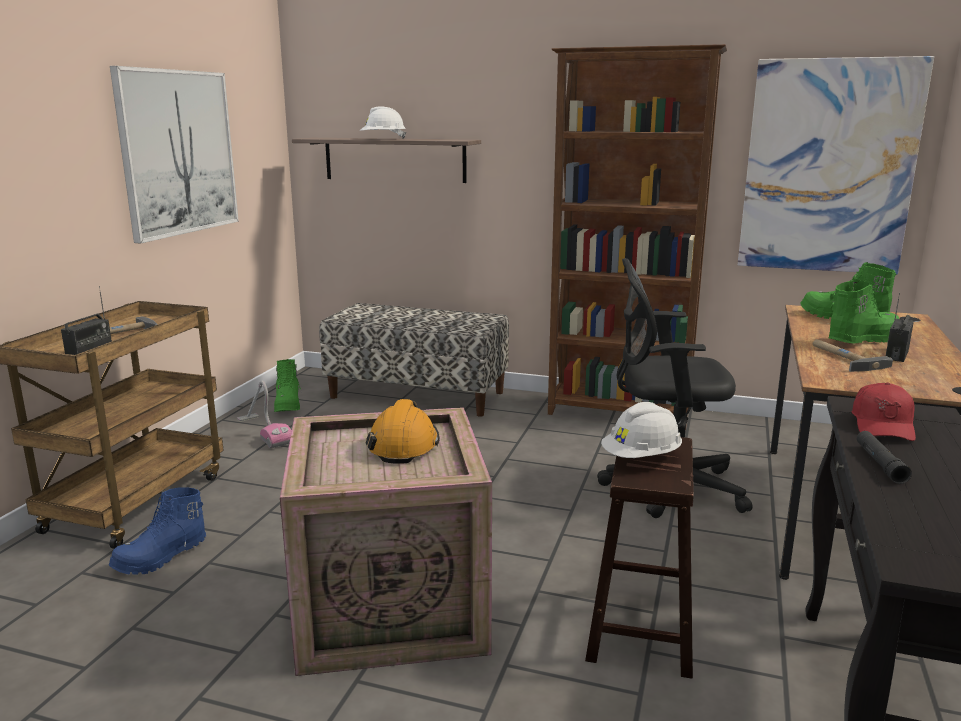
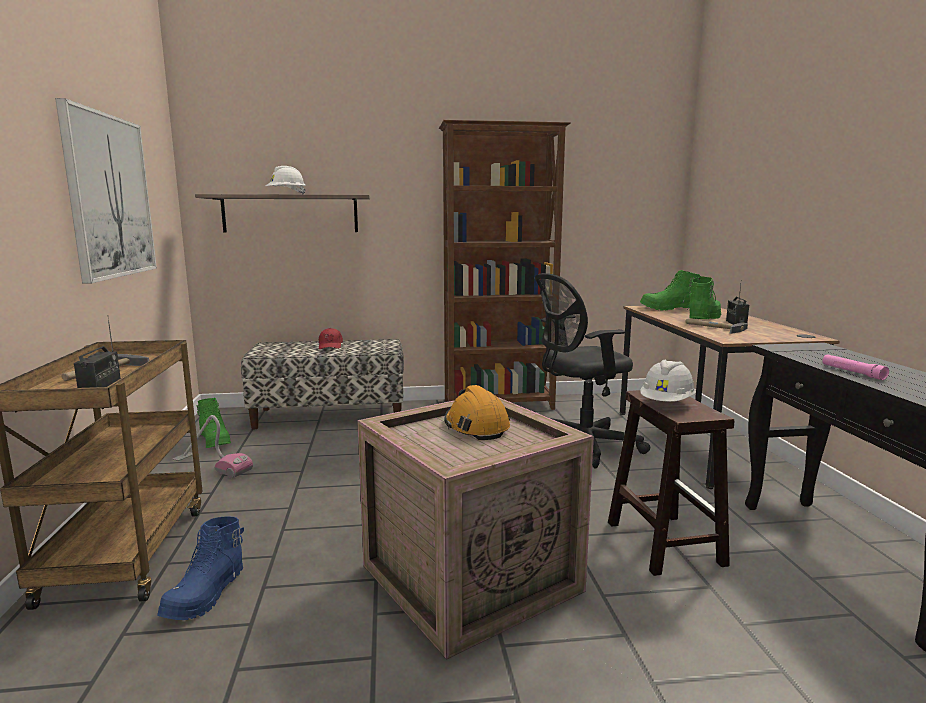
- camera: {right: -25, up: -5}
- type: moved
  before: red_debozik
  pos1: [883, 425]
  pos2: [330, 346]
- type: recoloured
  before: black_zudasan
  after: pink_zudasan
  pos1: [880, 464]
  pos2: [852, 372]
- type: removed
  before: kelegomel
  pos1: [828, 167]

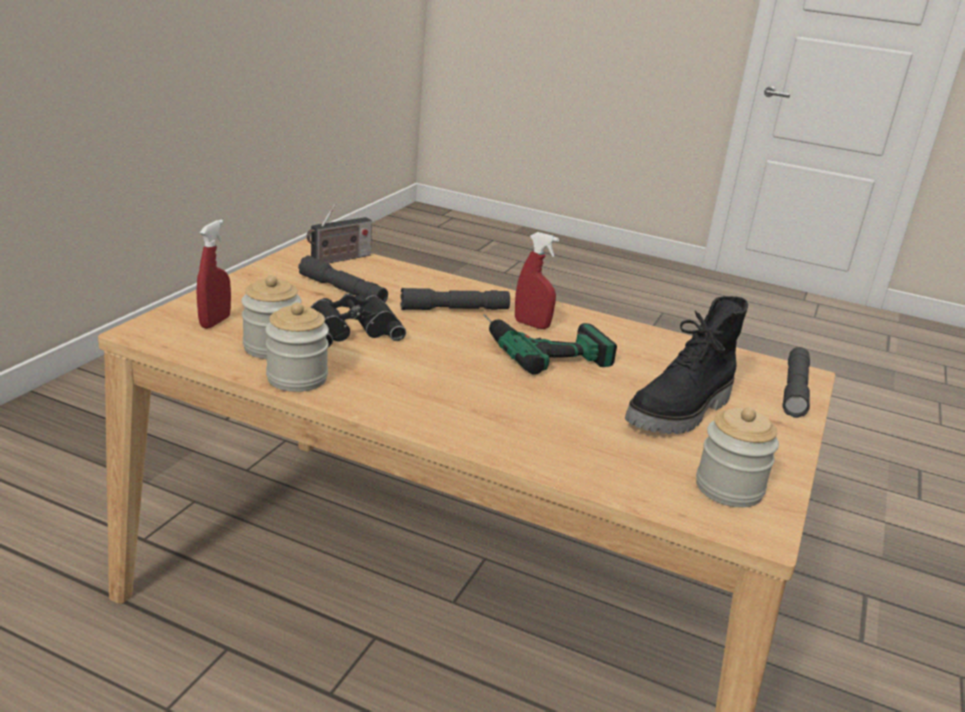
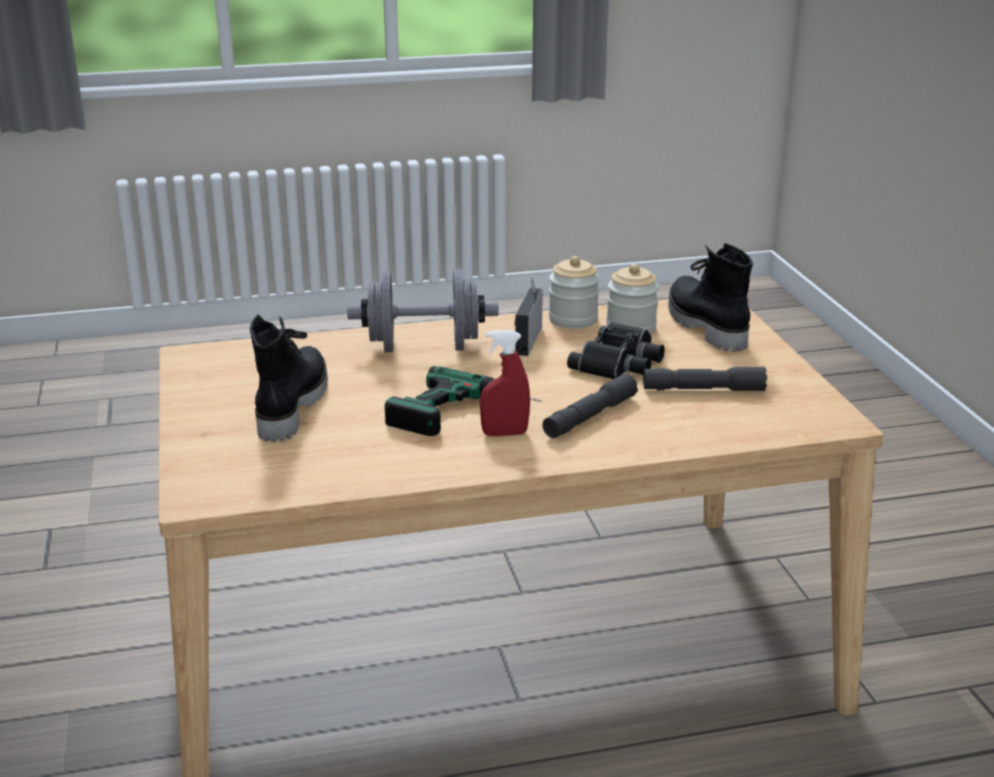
- camera: {right: 145, up: 0}
- type: added
  after: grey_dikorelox
  pos2: [424, 347]
- type: moved
  before: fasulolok
  pos1: [339, 259]
  pos2: [528, 339]
- type: replaced
  before: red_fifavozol
  after: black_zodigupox
  pos1: [215, 322]
  pos2: [704, 326]
- type: removed
  before: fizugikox
  pos1: [729, 488]
- type: removed
  before: grey_zudasan
  pos1: [794, 390]

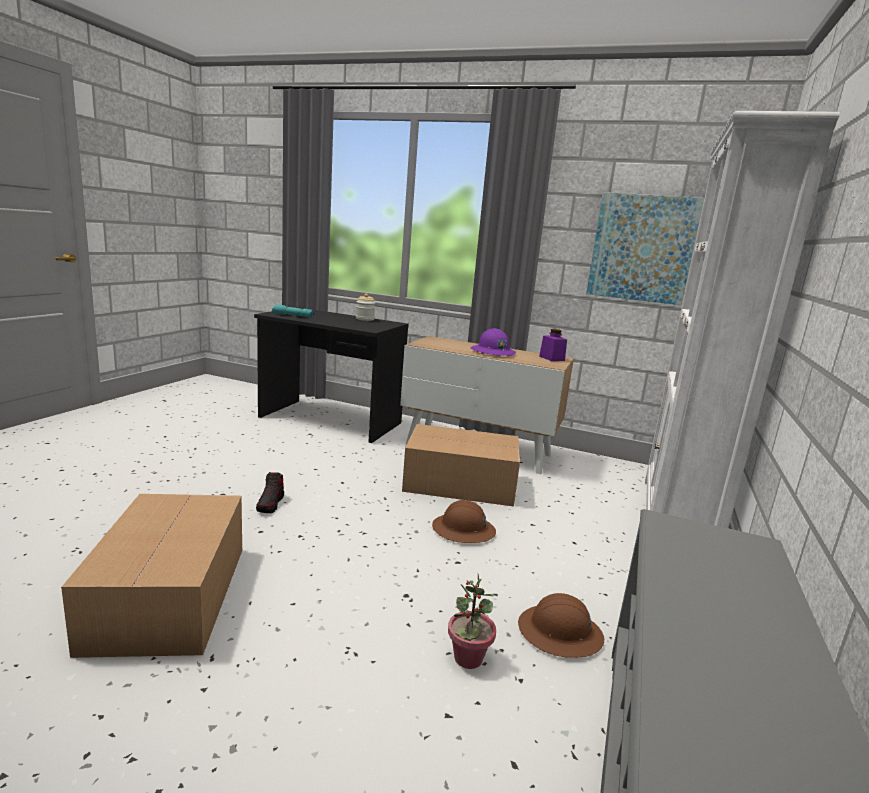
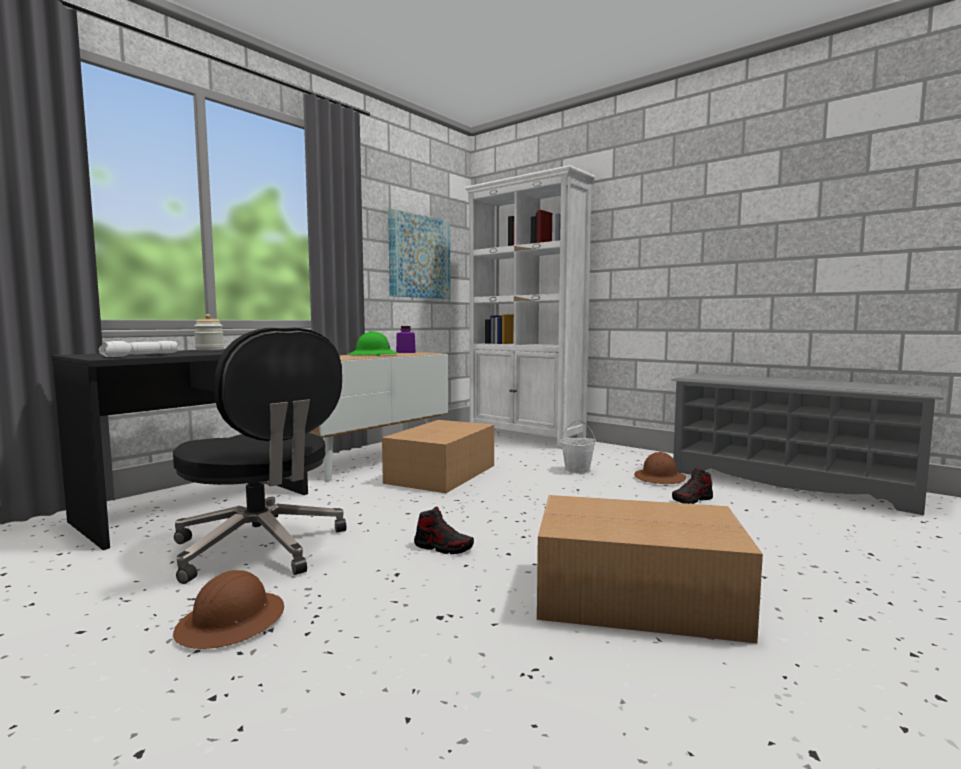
- camera: {right: -70, up: -10}
- type: recoloured
  before: turquoise_zudasan
  after: white_zudasan
  pos1: [292, 315]
  pos2: [140, 355]
- type: added
  after: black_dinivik
  pos2: [261, 547]
- type: moved
  before: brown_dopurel
  pos1: [463, 530]
  pos2: [232, 622]
- type: recoloured
  before: purple_dopurel
  after: green_dopurel
  pos1: [492, 352]
  pos2: [373, 355]
- type: added
  after: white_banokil
  pos2: [577, 470]
- type: replaced
  before: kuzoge
  after: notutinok
  pos1: [468, 658]
  pos2: [692, 500]

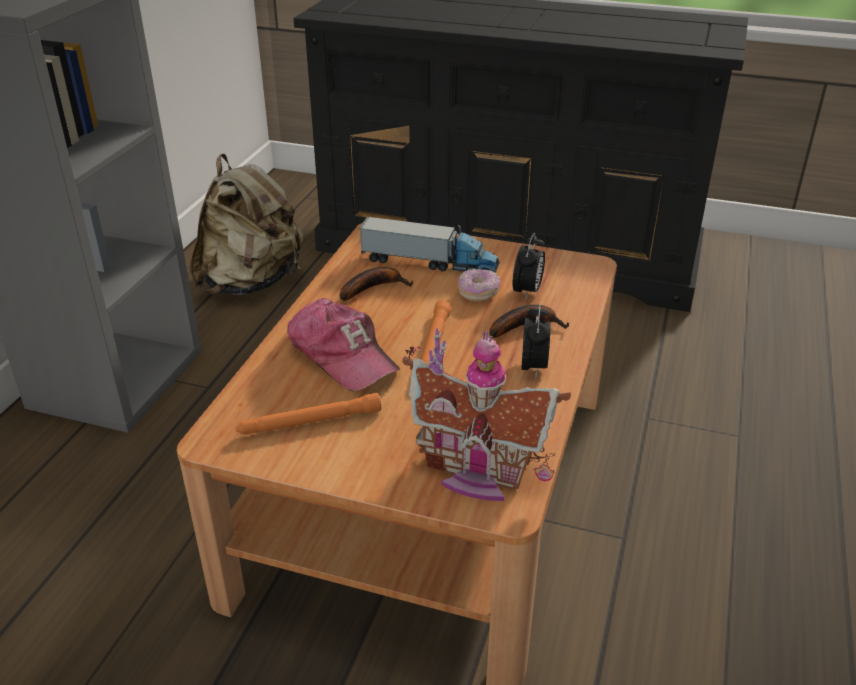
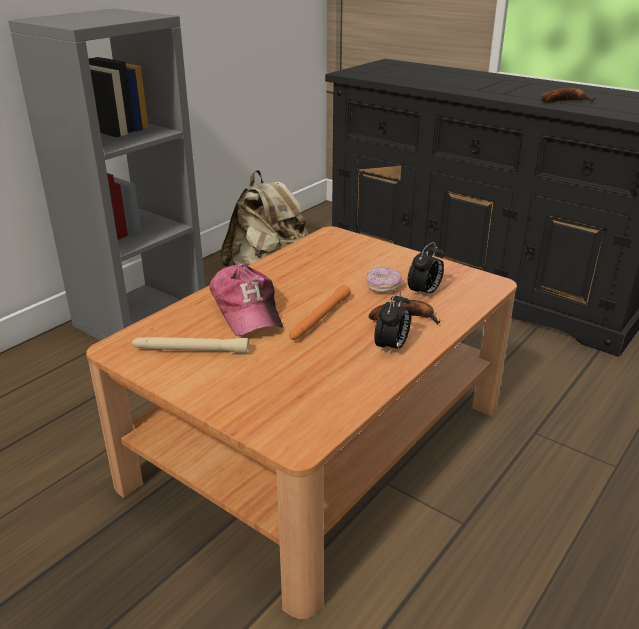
- camera: {right: 20, up: -5}
- type: recoloured
  before: orange_zudasan
  after: beige_zudasan
  pos1: [309, 422]
  pos2: [190, 350]
- type: moved
  before: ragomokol
  pos1: [373, 288]
  pos2: [564, 101]
- type: removed
  before: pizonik
  pos1: [429, 263]
- type: removed
  before: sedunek
  pos1: [477, 472]

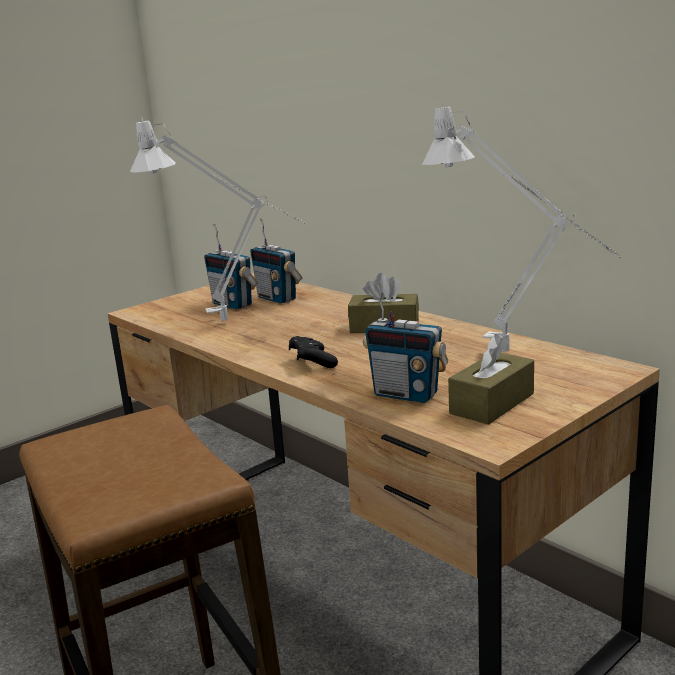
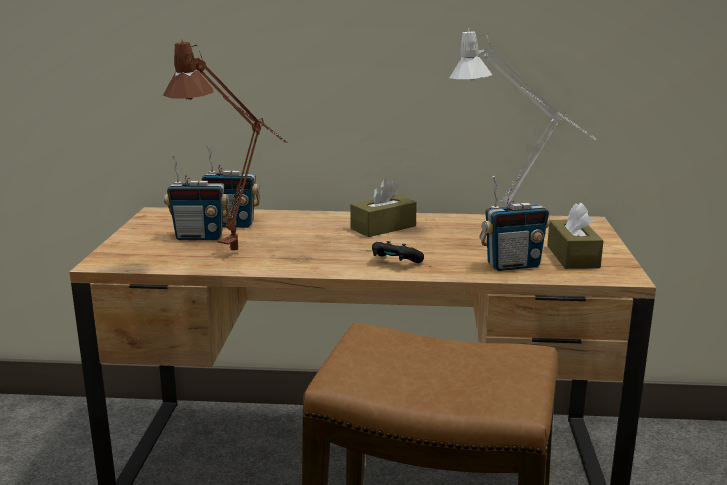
- camera: {right: -45, up: 0}
- type: recoloured
  before: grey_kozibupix
  after: brown_kozibupix
  pos1: [235, 321]
  pos2: [241, 249]

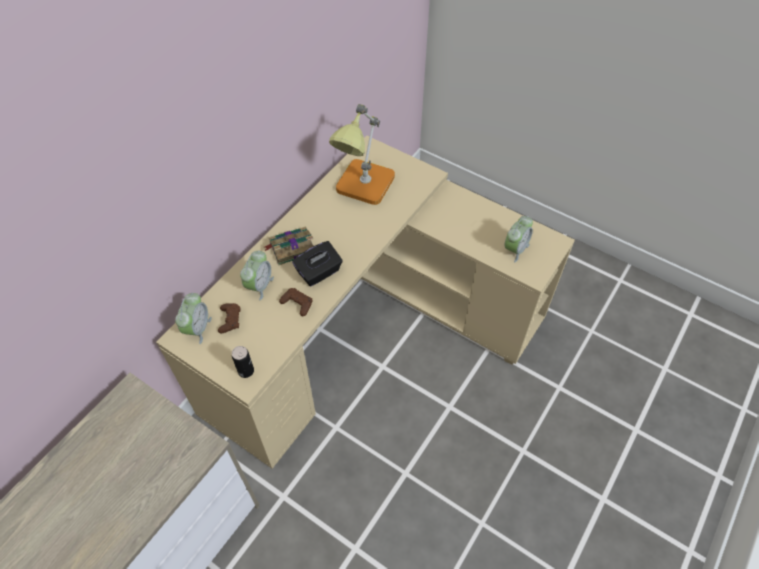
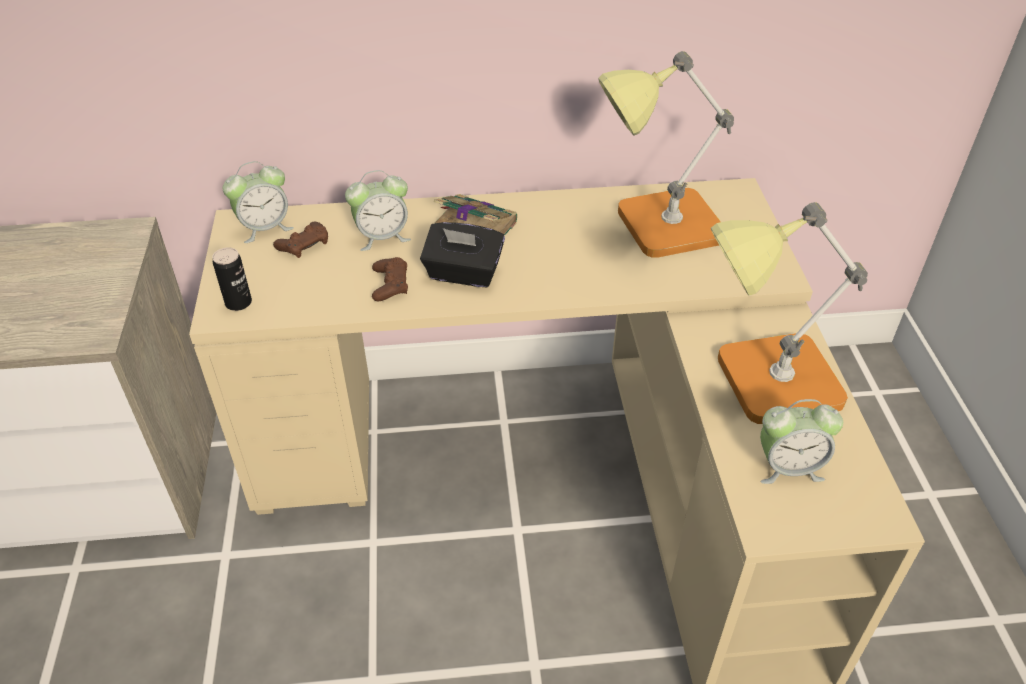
- camera: {right: 50, up: -10}
- type: added
  after: kozibupix
  pos2: [763, 383]

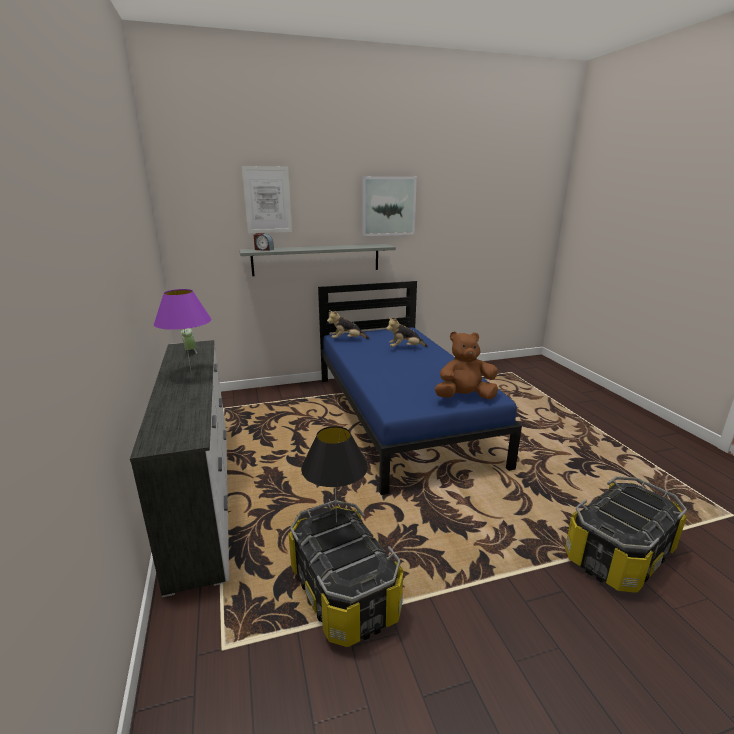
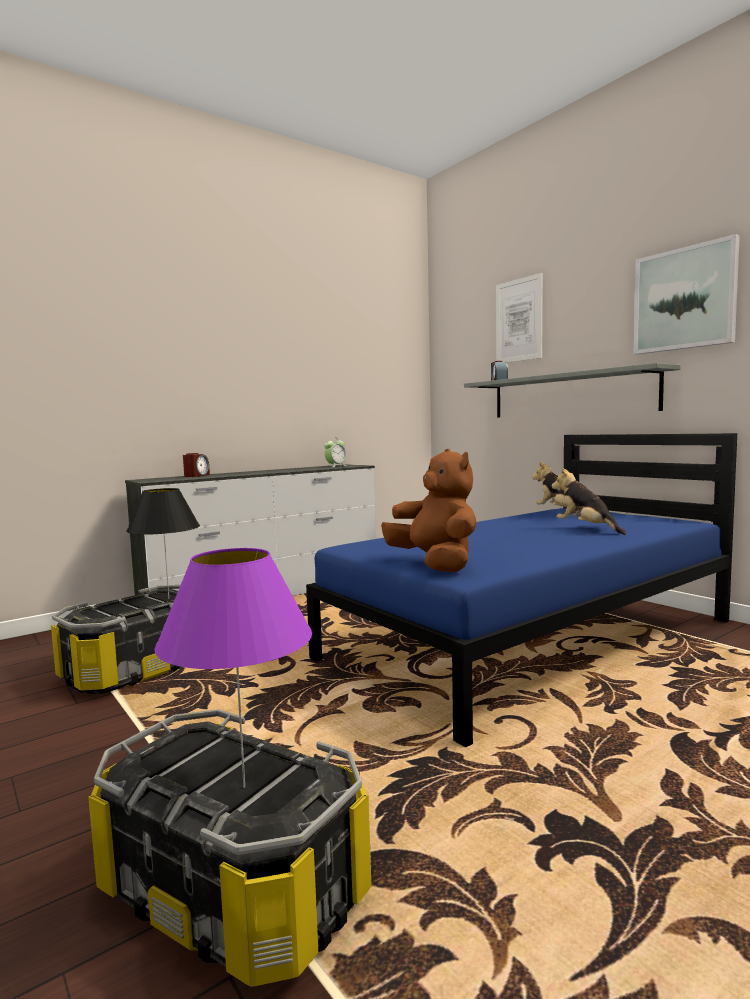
- camera: {right: 70, up: -15}
- type: moved
  before: purple_kozibupix
  pos1: [191, 373]
  pos2: [243, 787]
- type: added
  after: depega
  pos2: [196, 475]

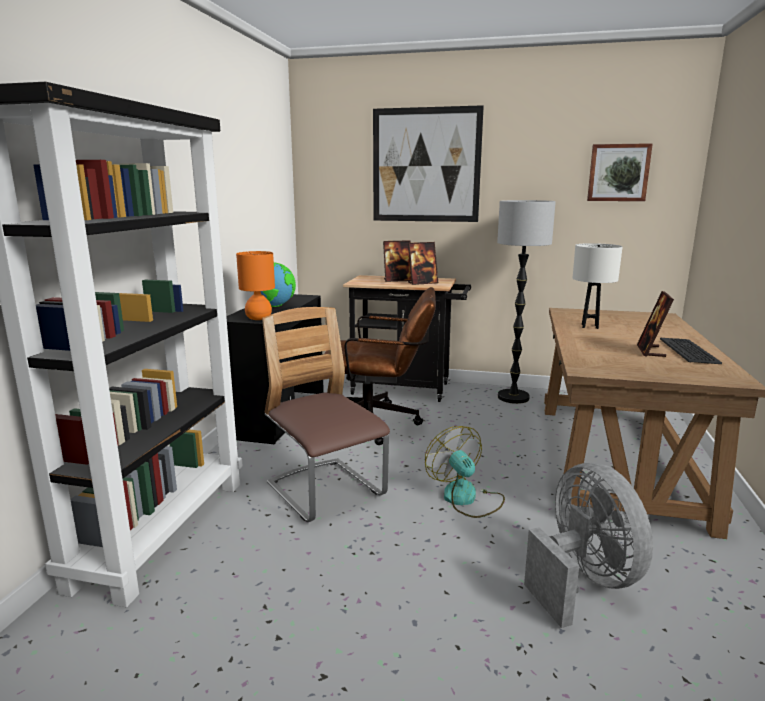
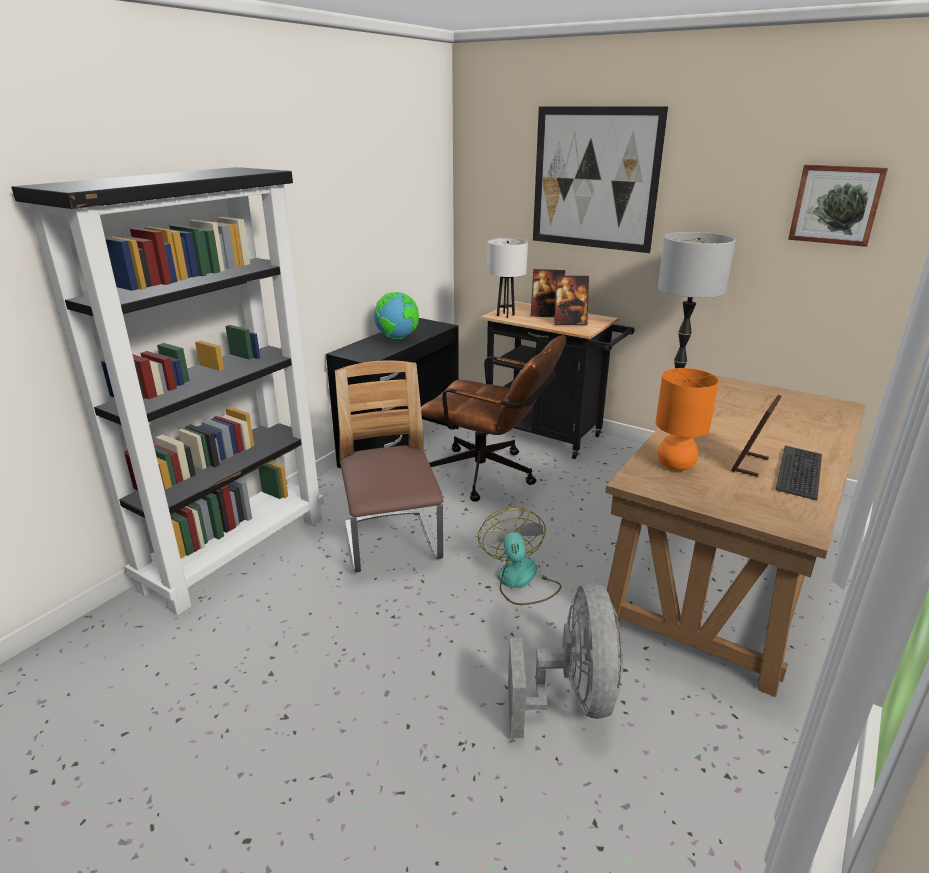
- camera: {right: 20, up: 10}
- type: moved
  before: white_kozibupix
  pos1: [589, 326]
  pos2: [505, 315]
- type: moved
  before: orange_kozibupix
  pos1: [259, 318]
  pos2: [676, 465]

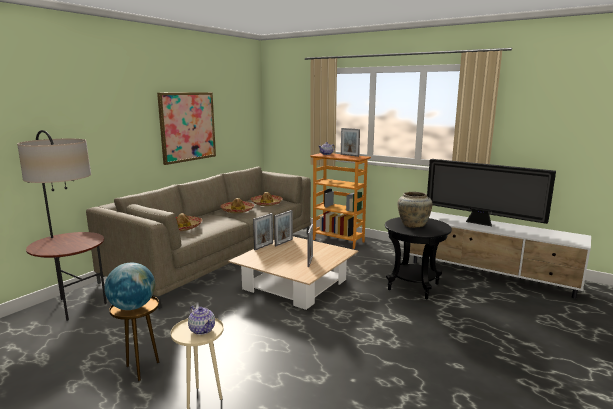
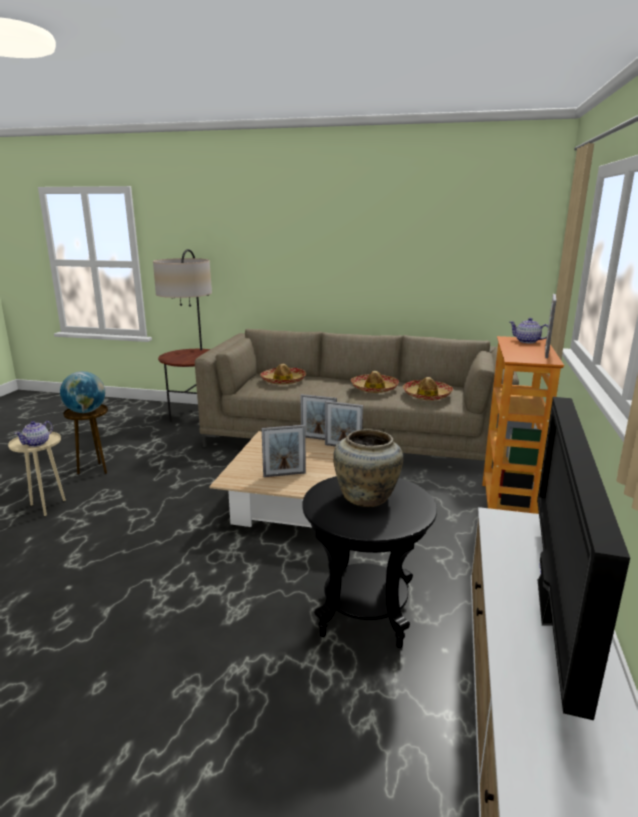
- camera: {right: 70, up: 5}
- type: removed
  before: kelegomel
  pos1: [187, 126]

